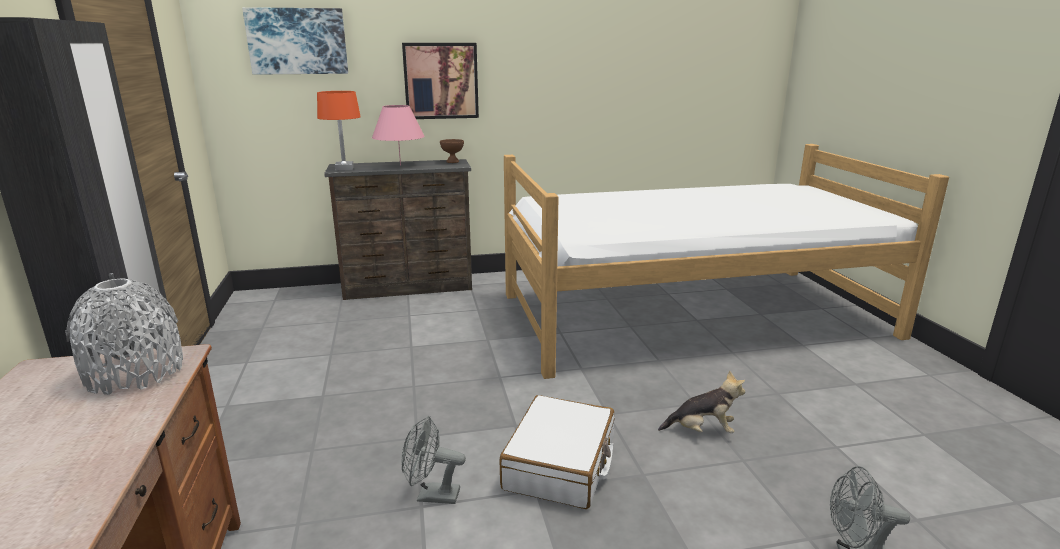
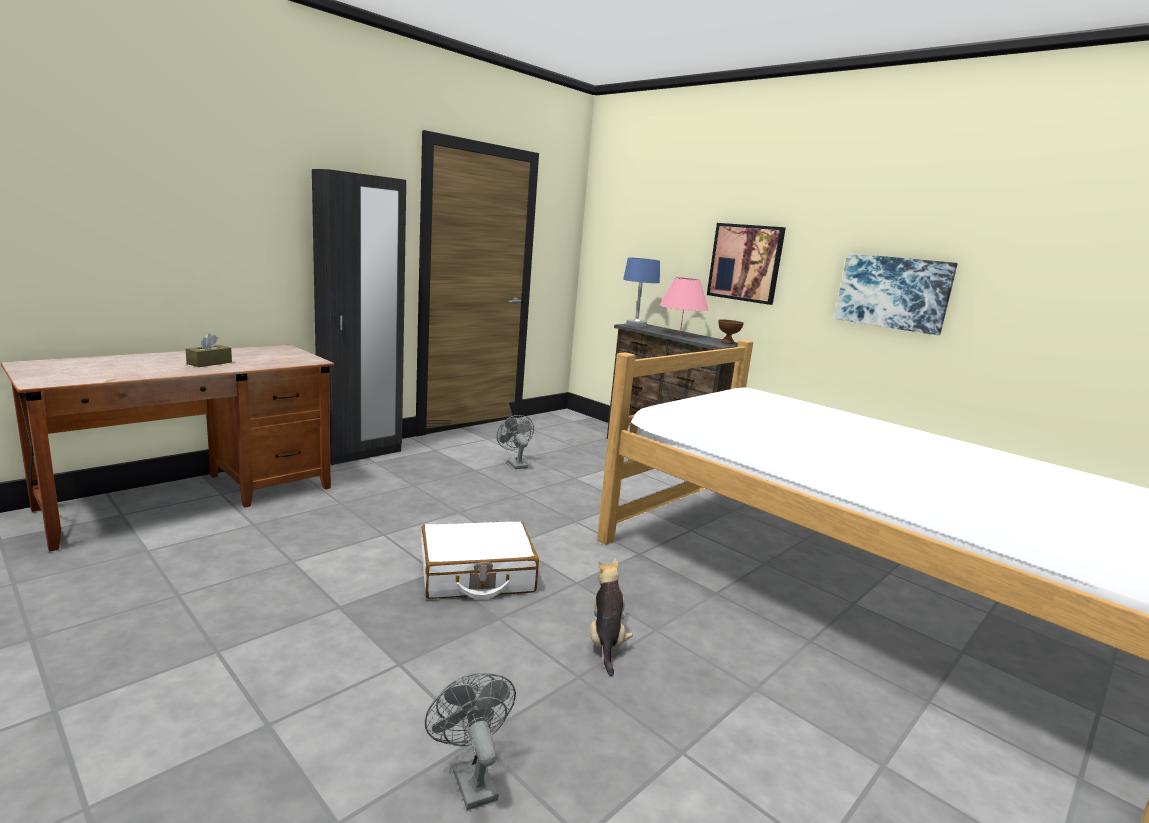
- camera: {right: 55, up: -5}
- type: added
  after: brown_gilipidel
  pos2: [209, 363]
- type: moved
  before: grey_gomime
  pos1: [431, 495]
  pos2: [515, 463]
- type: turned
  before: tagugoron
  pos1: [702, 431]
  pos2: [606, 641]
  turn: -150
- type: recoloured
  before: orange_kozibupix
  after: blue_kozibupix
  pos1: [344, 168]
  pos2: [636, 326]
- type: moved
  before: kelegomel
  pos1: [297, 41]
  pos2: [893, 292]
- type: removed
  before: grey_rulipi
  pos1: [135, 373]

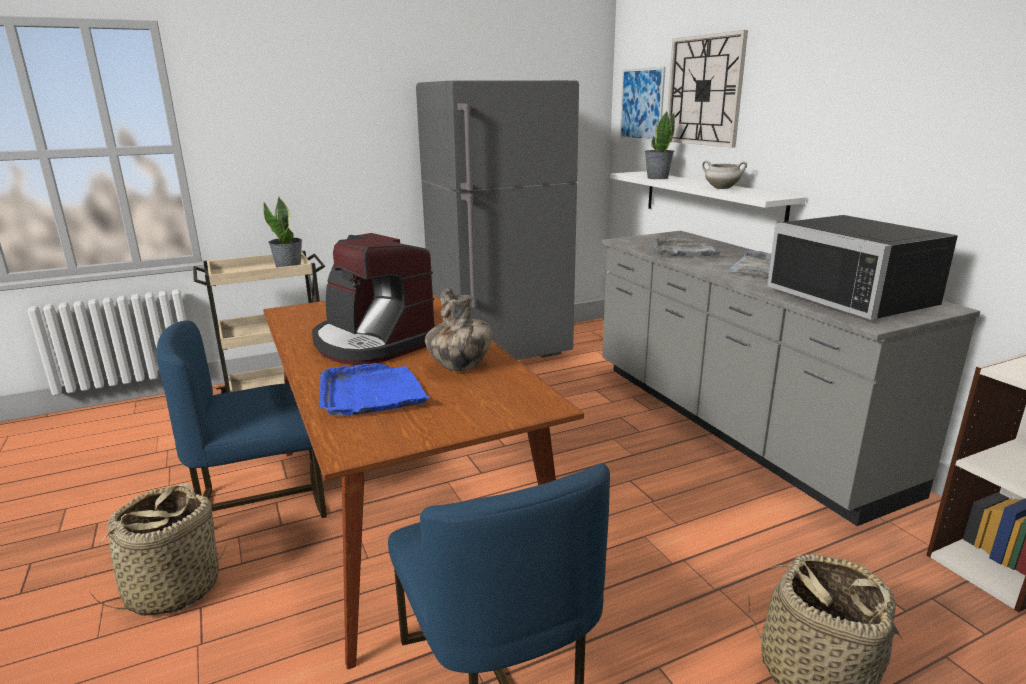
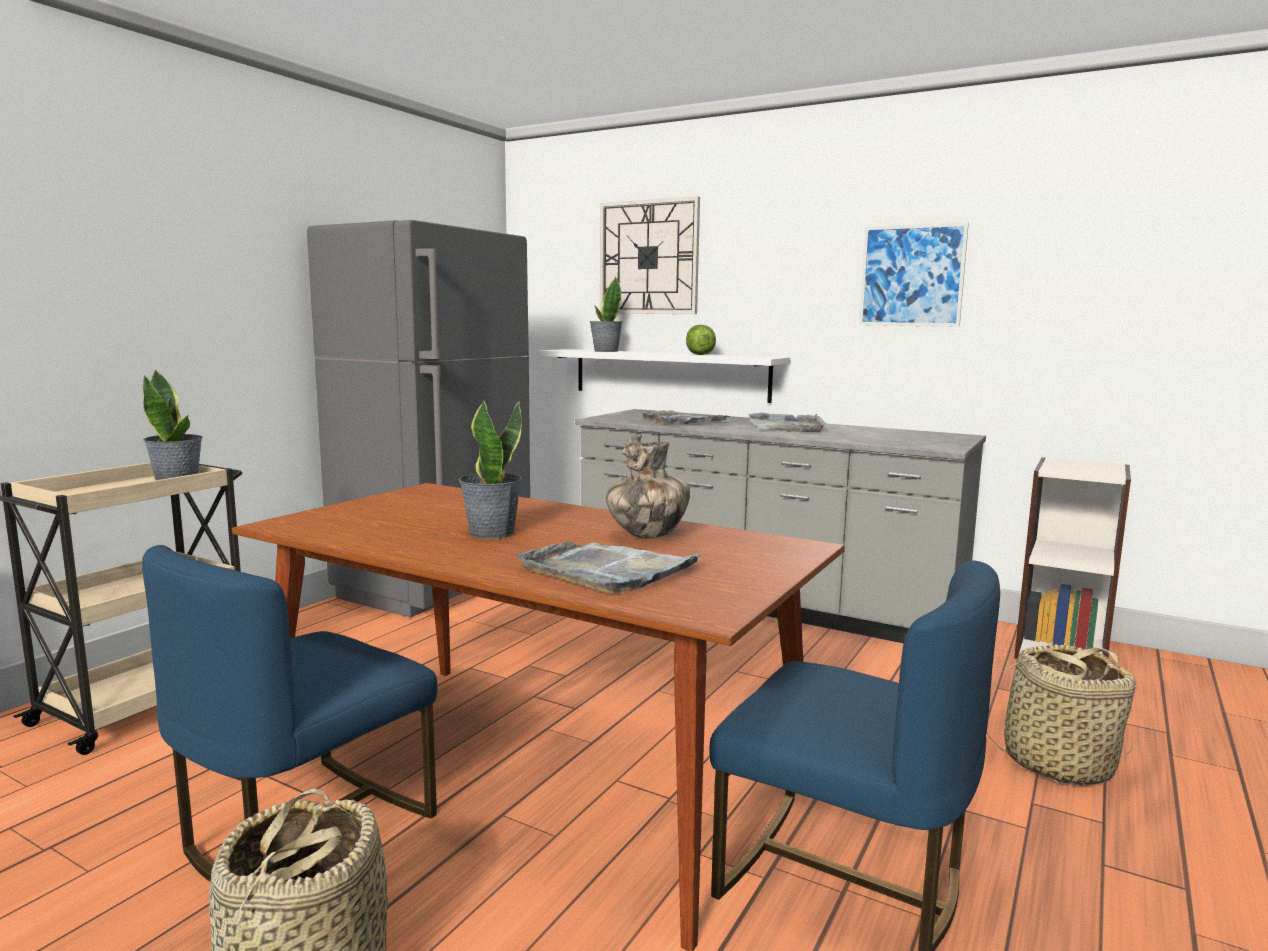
- camera: {right: -35, up: -10}
- type: replaced
  before: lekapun
  after: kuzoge
  pos1: [372, 342]
  pos2: [491, 533]
- type: recoloured
  before: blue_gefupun
  after: grey_gefupun
  pos1: [371, 393]
  pos2: [608, 570]
- type: replaced
  before: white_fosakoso
  after: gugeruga
  pos1: [721, 188]
  pos2: [699, 354]
- type: moved
  before: kelegomel
  pos1: [641, 105]
  pos2: [911, 276]
- type: removed
  before: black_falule
  pos1: [857, 298]

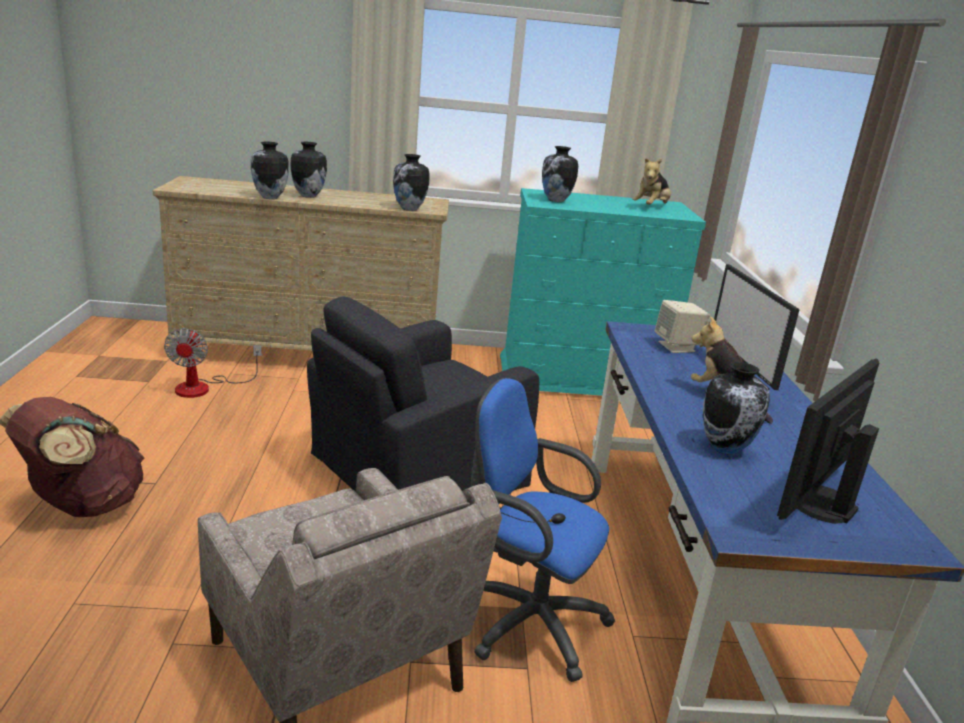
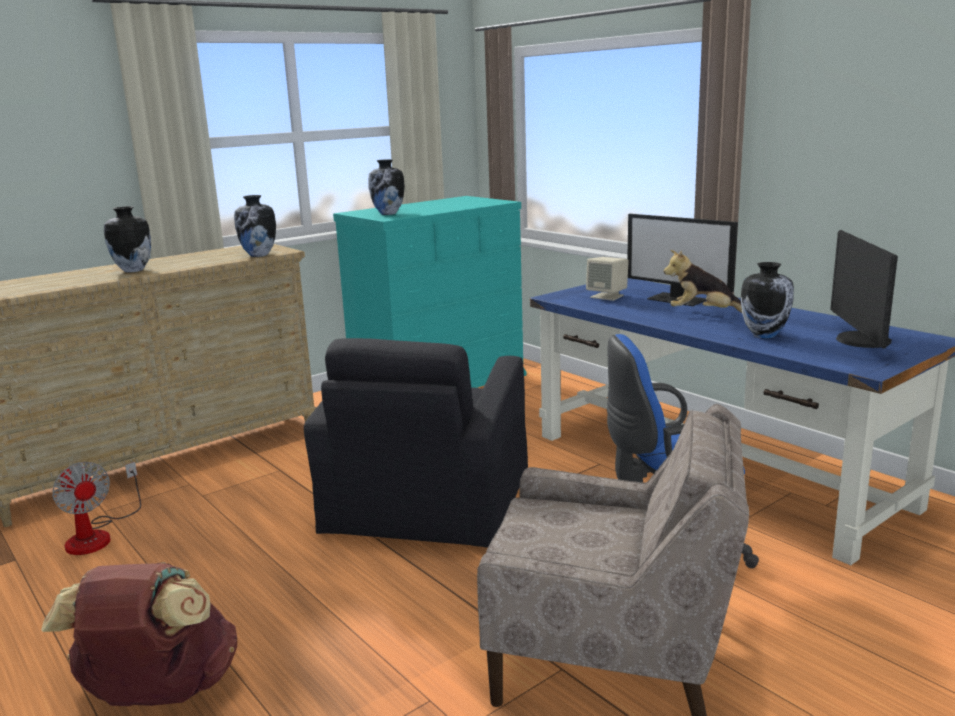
- camera: {right: -35, up: -5}
- type: removed
  before: rulipi
  pos1: [269, 197]
- type: removed
  before: tagugoron
  pos1: [651, 207]

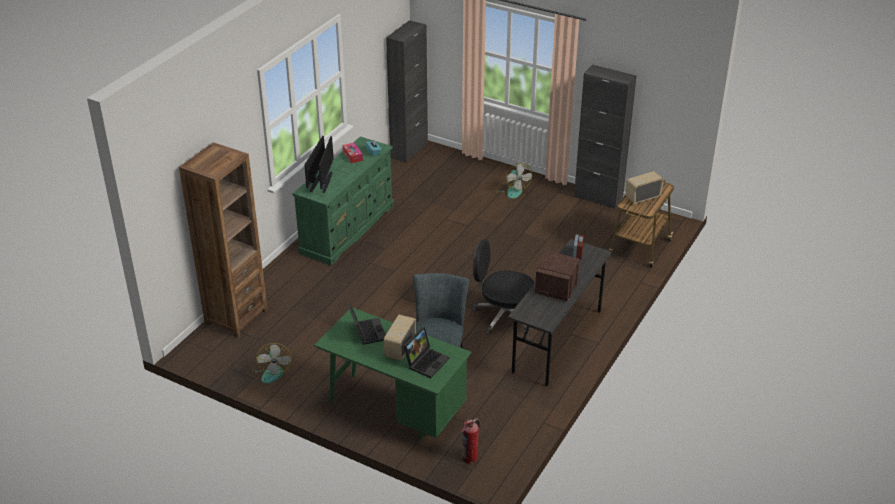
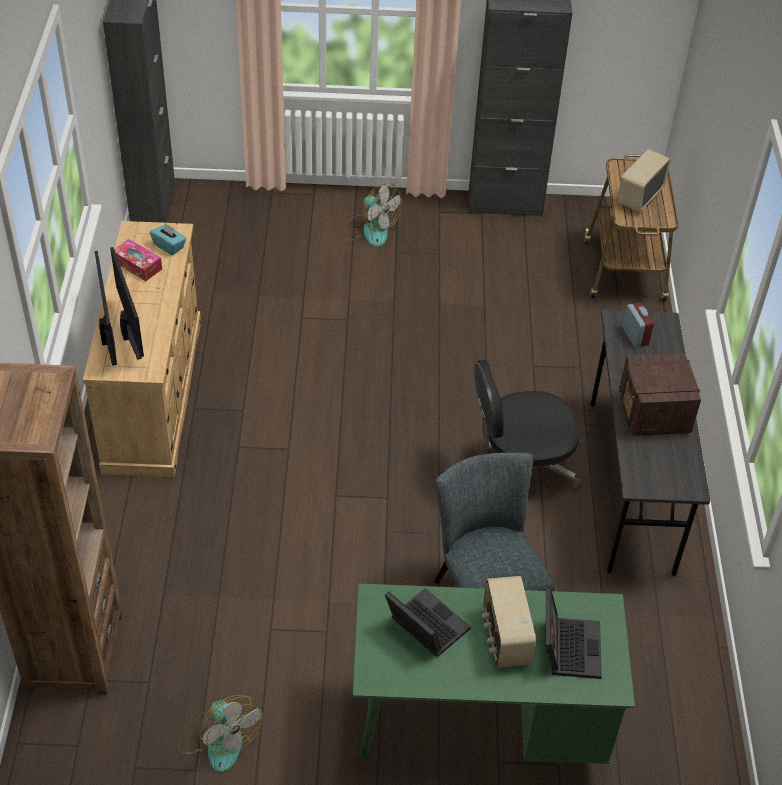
- camera: {right: -30, up: 10}
- type: recoloured
  before: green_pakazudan
  after: beige_pakazudan
  pos1: [348, 228]
  pos2: [153, 392]
- type: removed
  before: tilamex
  pos1: [470, 458]

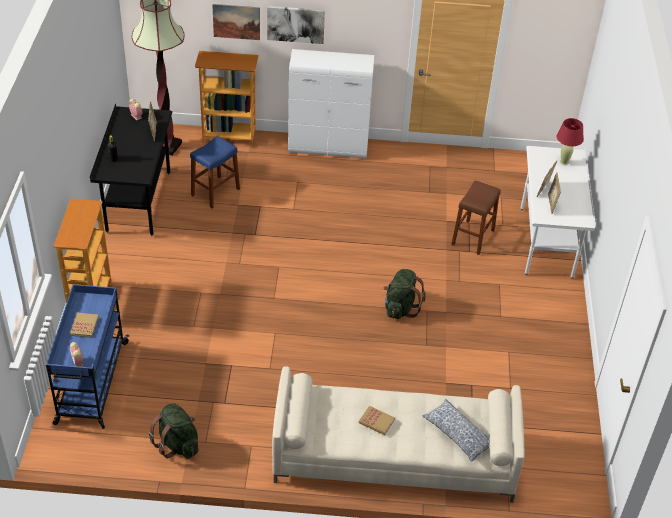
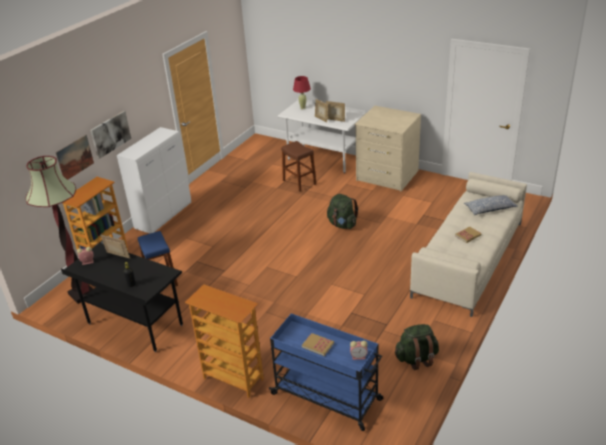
- camera: {right: -60, up: -10}
- type: added
  after: beige_pakazudan
  pos2: [387, 176]

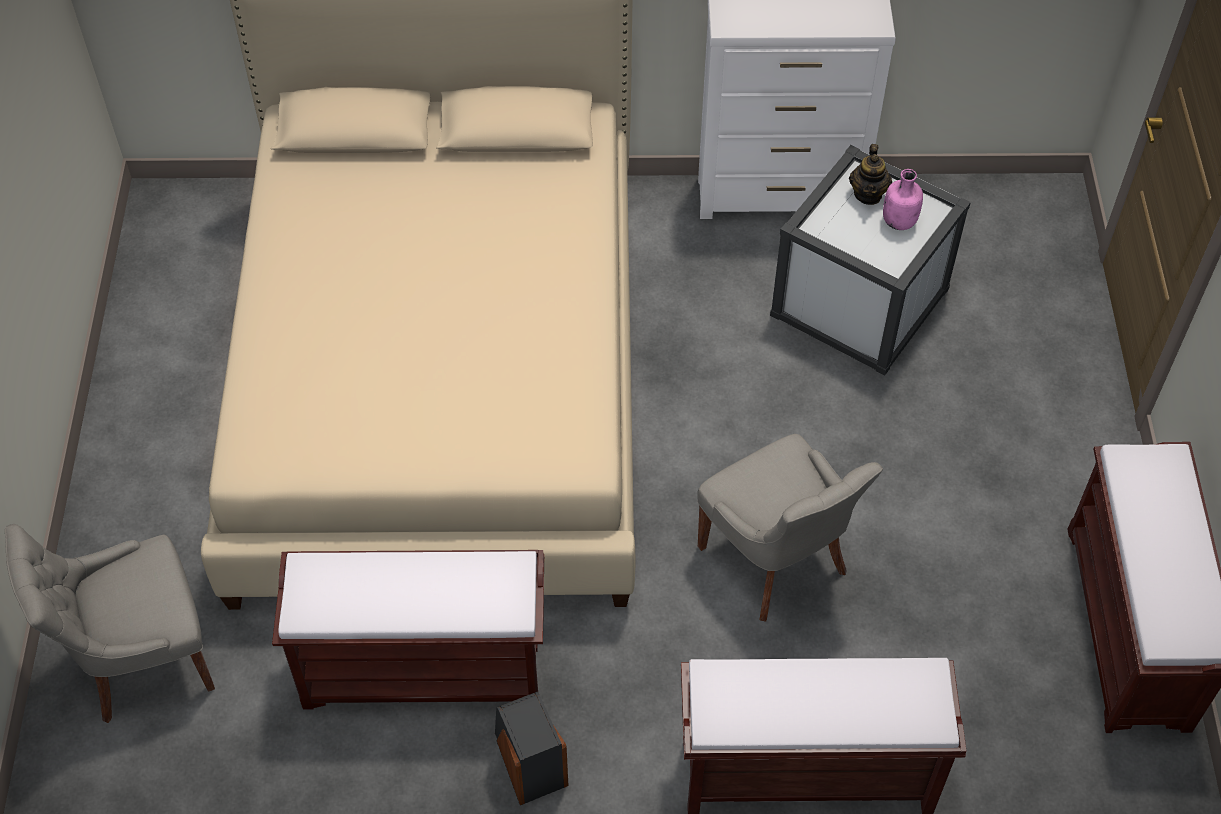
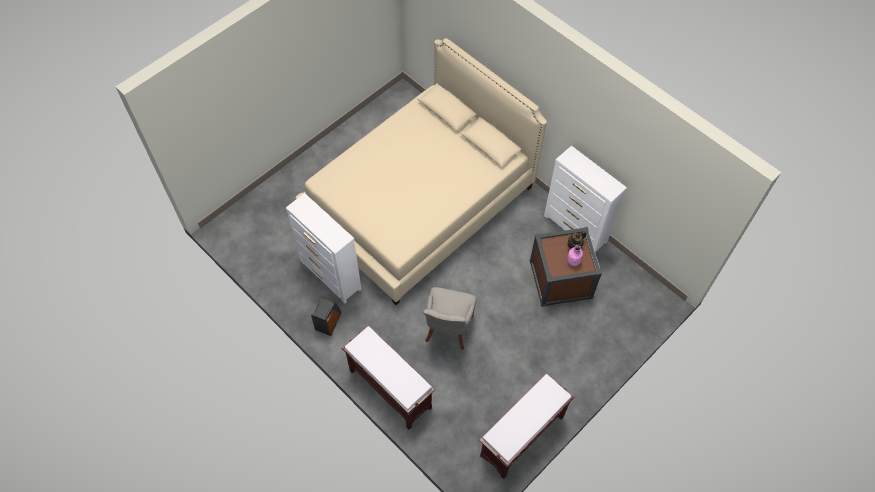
- camera: {right: 45, up: 5}
- type: replaced
  before: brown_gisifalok
  after: white_pakazudan
  pos1: [425, 667]
  pos2: [331, 275]
- type: recoloured
  before: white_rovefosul
  after: brown_rovefosul
  pos1: [860, 302]
  pos2: [561, 279]
- type: removed
  before: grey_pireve
  pos1: [142, 659]

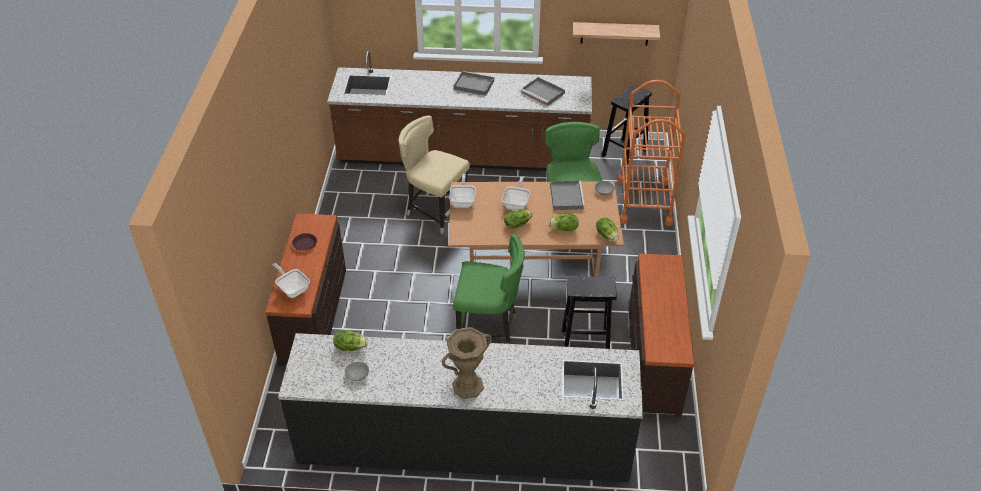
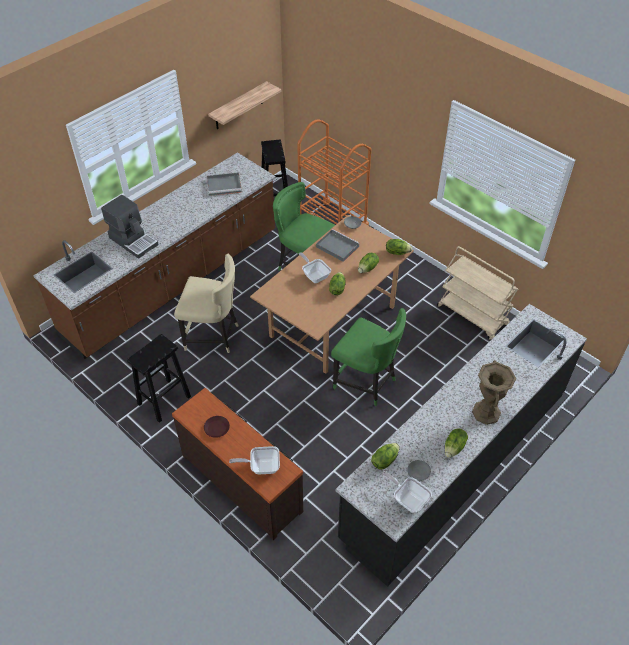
- camera: {right: -50, up: 5}
- type: added
  after: lekapun
  pos2: [133, 240]
- type: moved
  before: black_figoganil
  pos1: [584, 343]
  pos2: [163, 401]
- type: turned
  before: beige_pireve
  pos1: [435, 211]
  pos2: [213, 336]
  turn: -150
- type: turned
  before: green_pireve
  pos1: [489, 330]
  pos2: [366, 383]
  turn: 75
- type: moved
  before: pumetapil
  pos1: [463, 200]
  pos2: [408, 499]
- type: replaced
  before: brown_pakazudan
  after: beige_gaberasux
  pos1: [652, 359]
  pos2: [473, 316]
- type: added
  after: gugeruga
  pos2: [454, 448]
- type: removed
  before: grey_gefupun
  pos1: [473, 85]

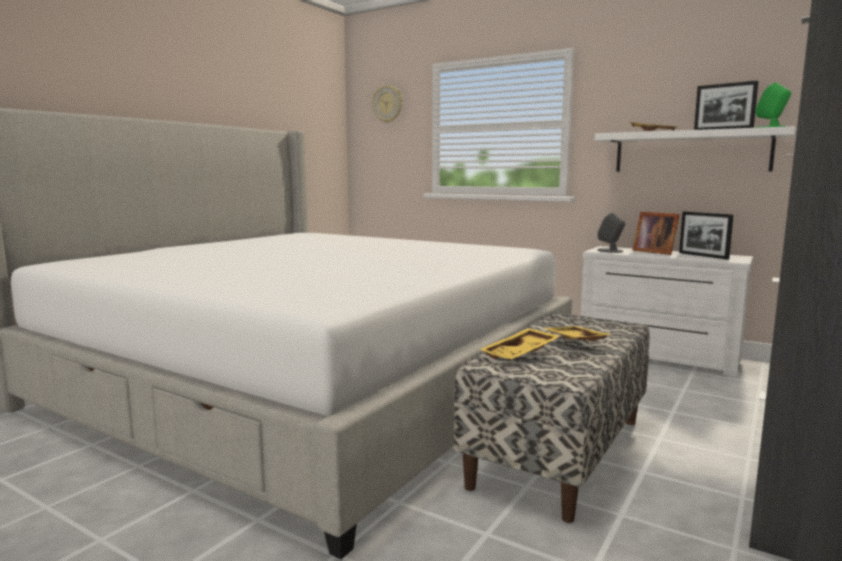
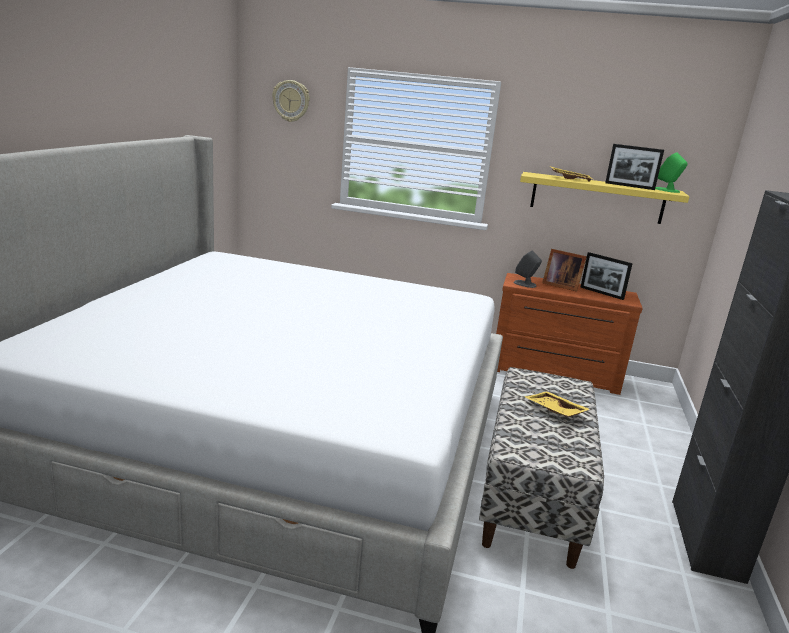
- camera: {right: -20, up: 10}
- type: recoloured
  before: white_pakazudan
  after: brown_pakazudan
  pos1: [657, 356]
  pos2: [554, 374]
- type: recoloured
  before: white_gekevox
  after: yellow_gekevox
  pos1: [691, 152]
  pos2: [597, 198]
- type: removed
  before: yellow_gefupun
  pos1: [521, 354]

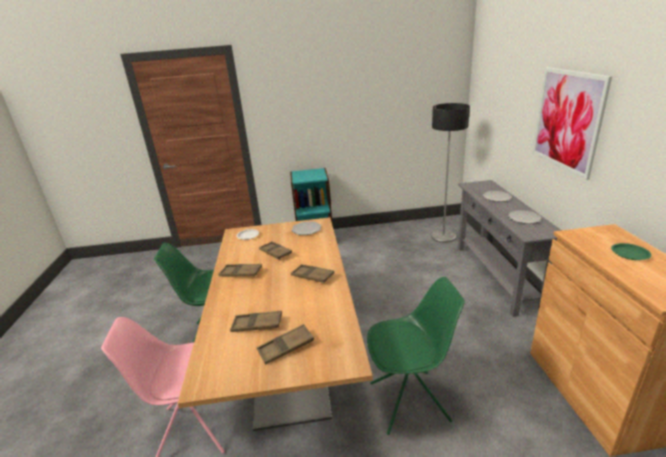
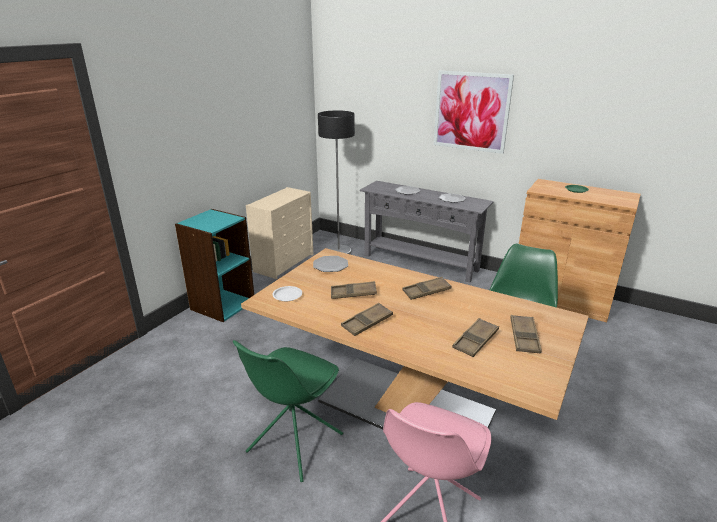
- camera: {right: -55, up: 0}
- type: added
  after: beige_pakazudan
  pos2: [284, 262]

